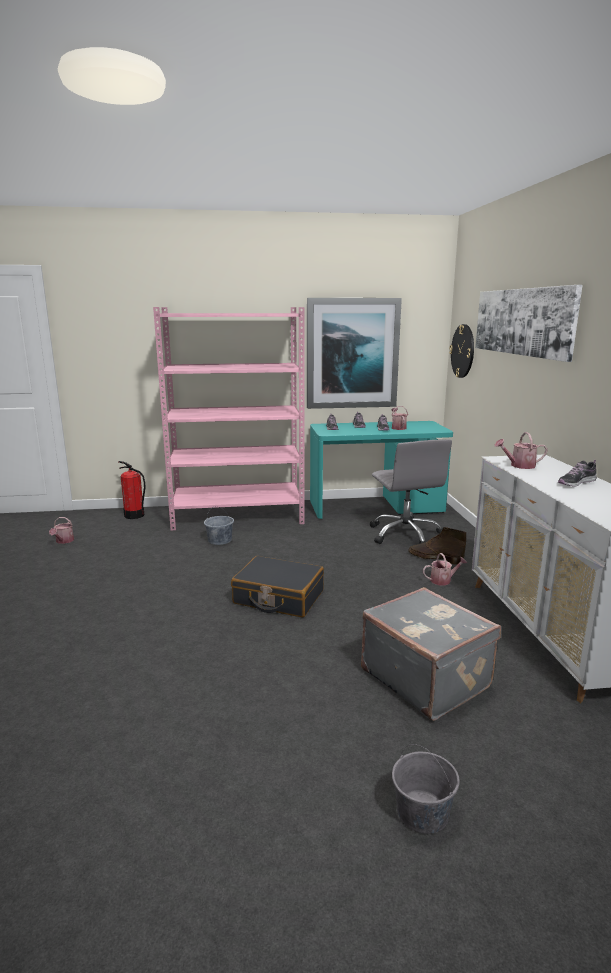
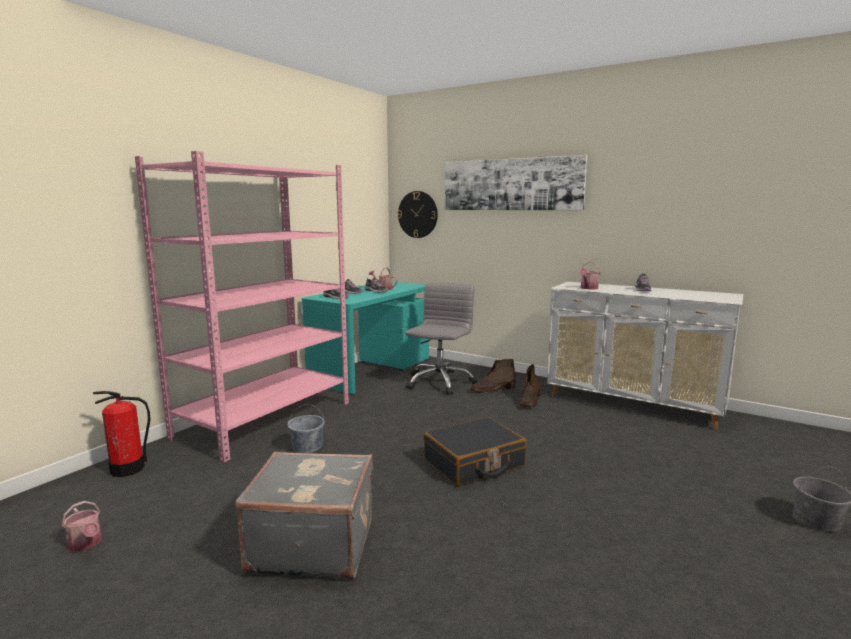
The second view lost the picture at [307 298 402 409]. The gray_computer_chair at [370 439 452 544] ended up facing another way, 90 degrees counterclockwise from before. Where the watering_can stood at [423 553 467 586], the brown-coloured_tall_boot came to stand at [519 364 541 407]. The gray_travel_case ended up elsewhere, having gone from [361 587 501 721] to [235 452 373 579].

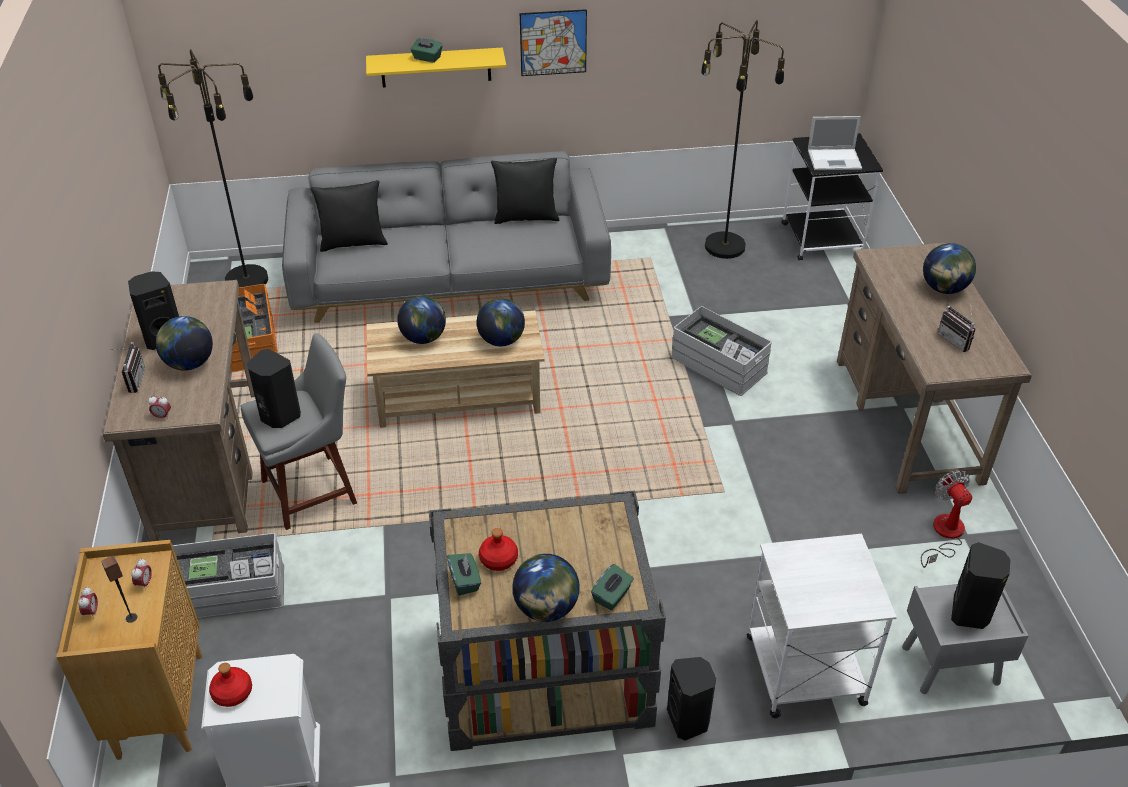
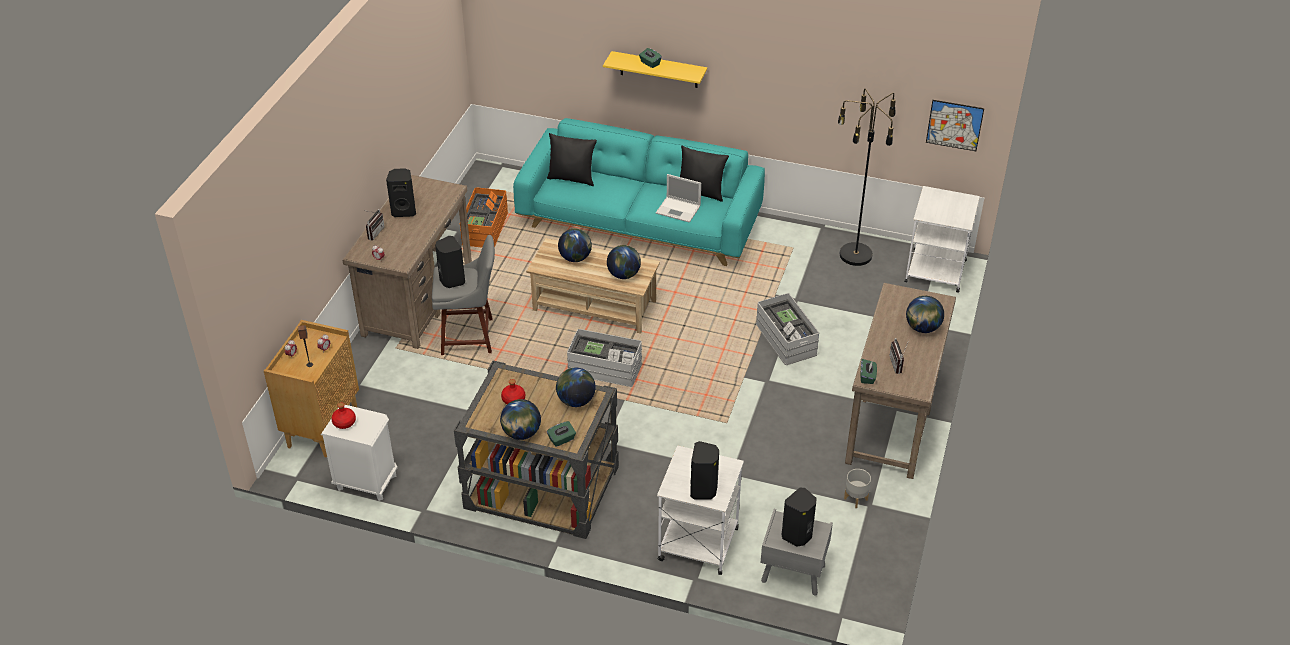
The picture ended up elsewhere, having gone from [520 9 587 76] to [926 100 984 151]. The second view lost the standing_lamp at [158 49 268 288]. The notebook_computer ended up elsewhere, having gone from [808 116 862 170] to [656 174 701 223]. What was the blackish_cart at [781 133 883 260] turned into the white_cart at [904 186 980 293]. What was the gray_couch at [282 151 611 323] turned into the turquoise_couch at [513 118 765 266]. The globe ended up elsewhere, having gone from [156 316 213 371] to [556 368 596 407]. Where the electric_fan stood at [921 470 972 568], the gray_plant_pot came to stand at [844 469 871 508]. The gray_storage_bin ended up elsewhere, having gone from [172 533 284 619] to [567 329 642 387]. The green-coloured_tissue_box ended up elsewhere, having gone from [447 553 481 595] to [861 359 877 384]. The blackish_speaker ended up elsewhere, having gone from [667 657 716 740] to [690 441 719 500].

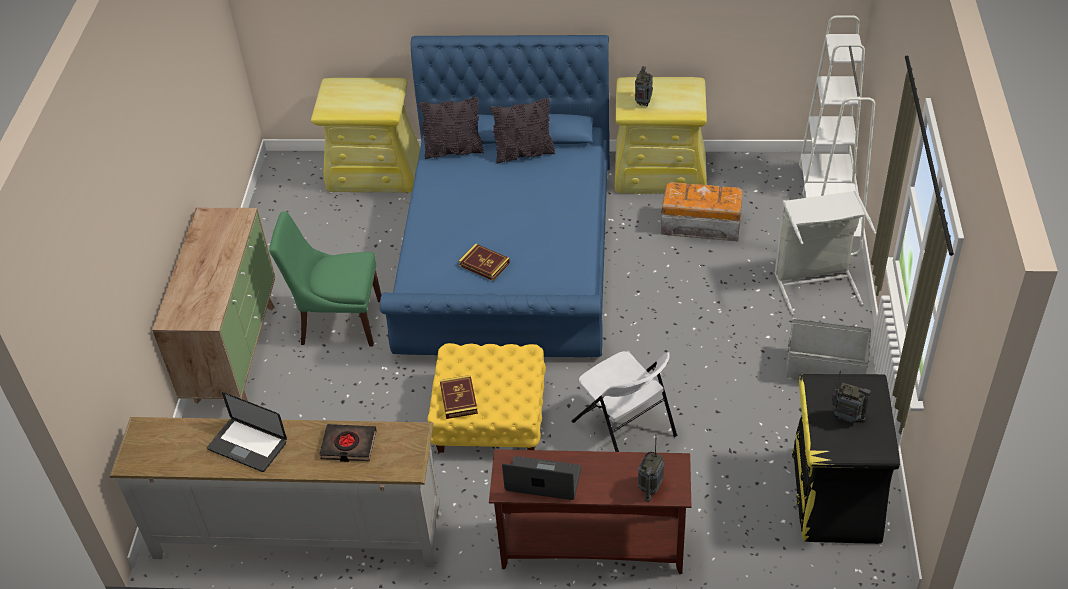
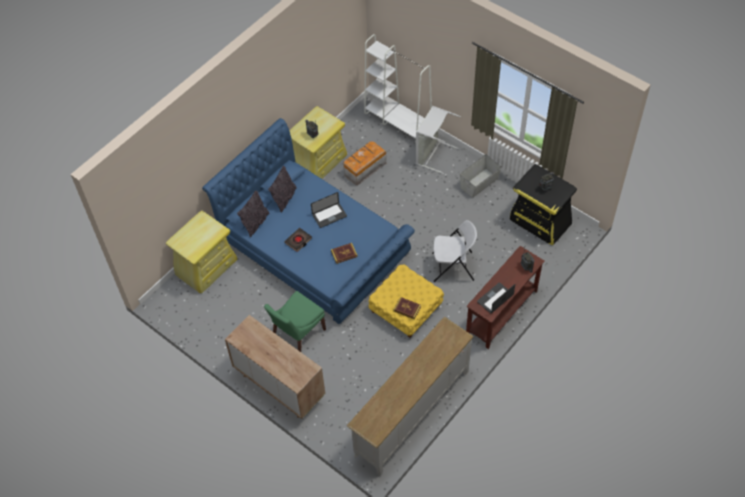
The notebook_computer ended up elsewhere, having gone from [207 392 287 472] to [311 192 347 228]. The blackish_bound_book ended up elsewhere, having gone from [319 424 377 462] to [284 228 312 252].

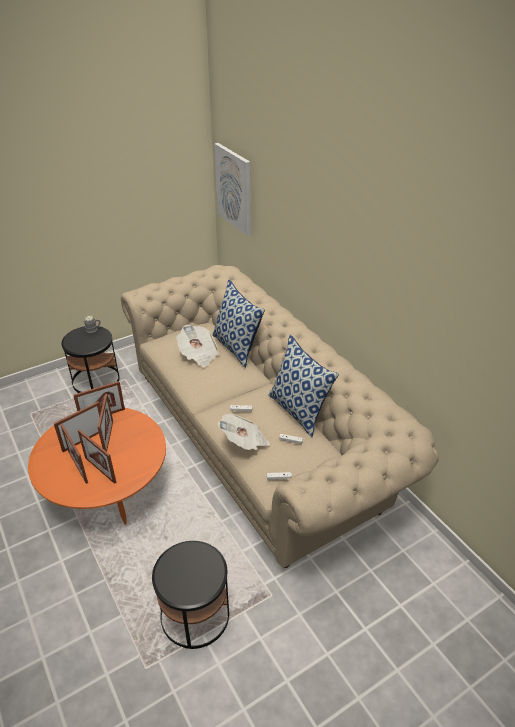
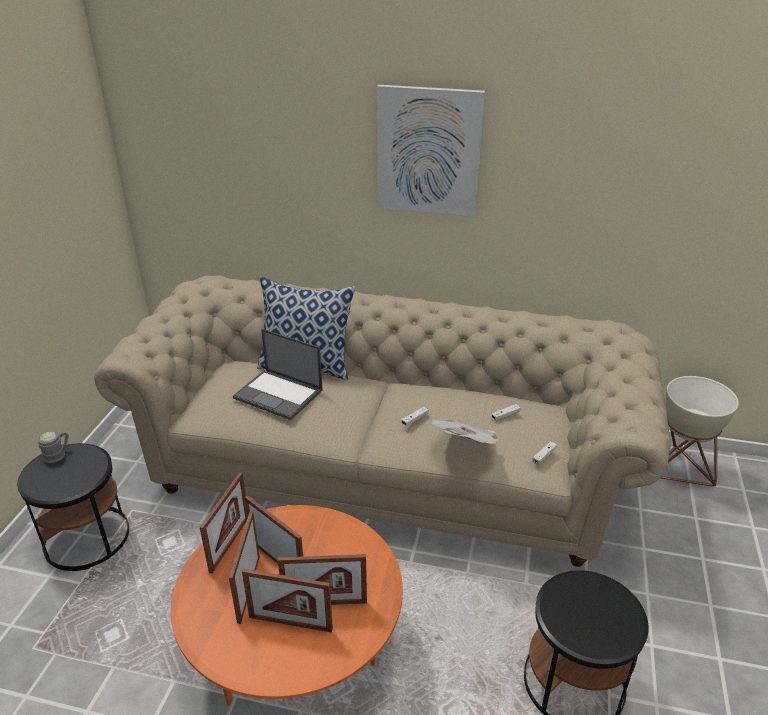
The picture ended up elsewhere, having gone from [214 143 251 236] to [377 85 485 216]. Where the printed_paper stood at [176 325 219 367], the notebook_computer came to stand at [233 329 323 420]. The second view lost the cushion at [269 335 339 437]. The second view gained the plant_pot at [661 376 739 486].

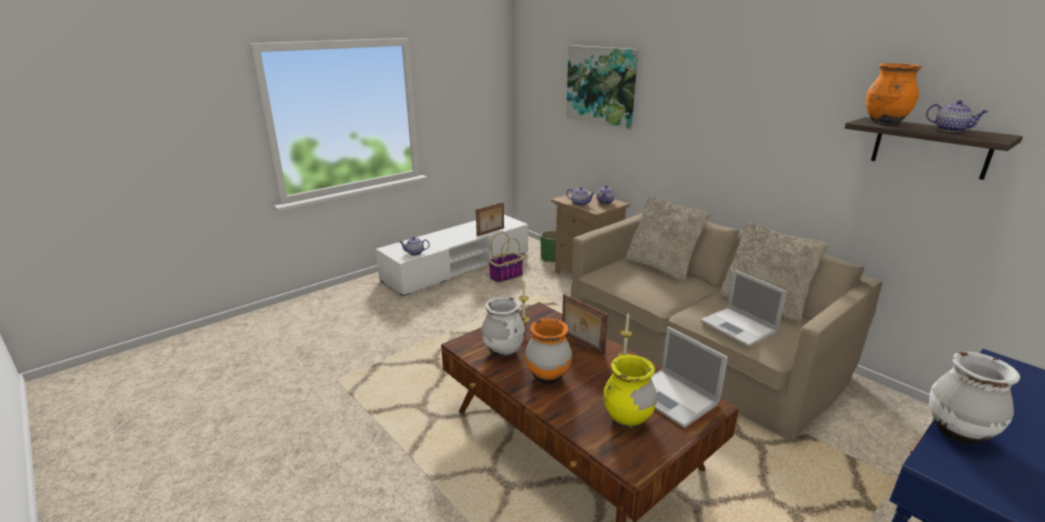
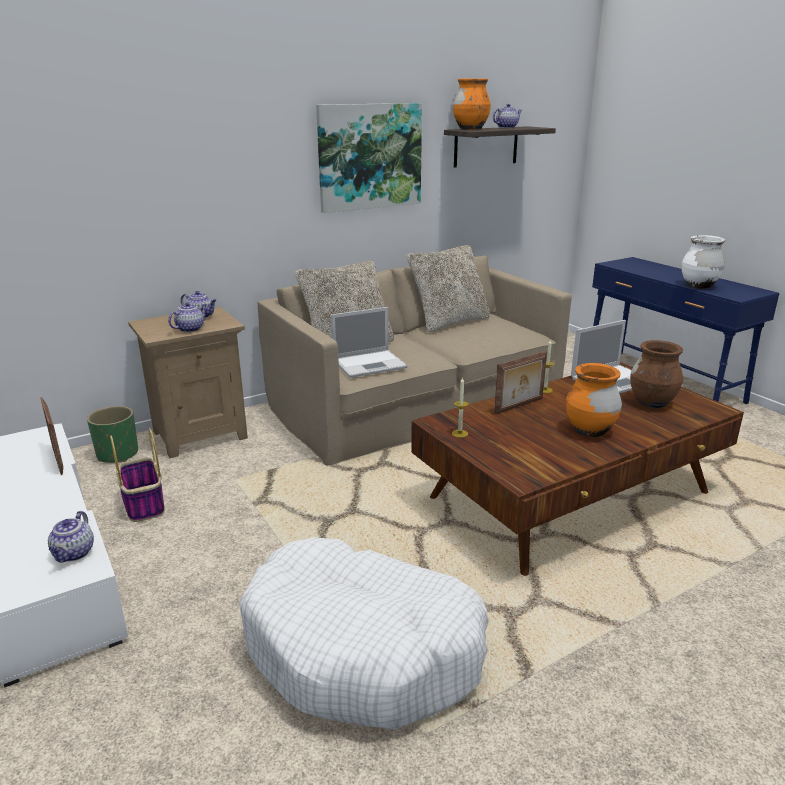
The picture ended up elsewhere, having gone from [566 45 638 130] to [316 103 422 213]. The notebook_computer ended up elsewhere, having gone from [700 270 787 347] to [331 307 408 378]. The second view lost the white_decorative_vase at [481 297 525 357]. What was the yellow-coloured_decorative_vase at [603 355 657 429] turned into the brown-coloured_decorative_vase at [630 340 683 408]. The second view gained the white_dog_bed at [239 537 489 730].

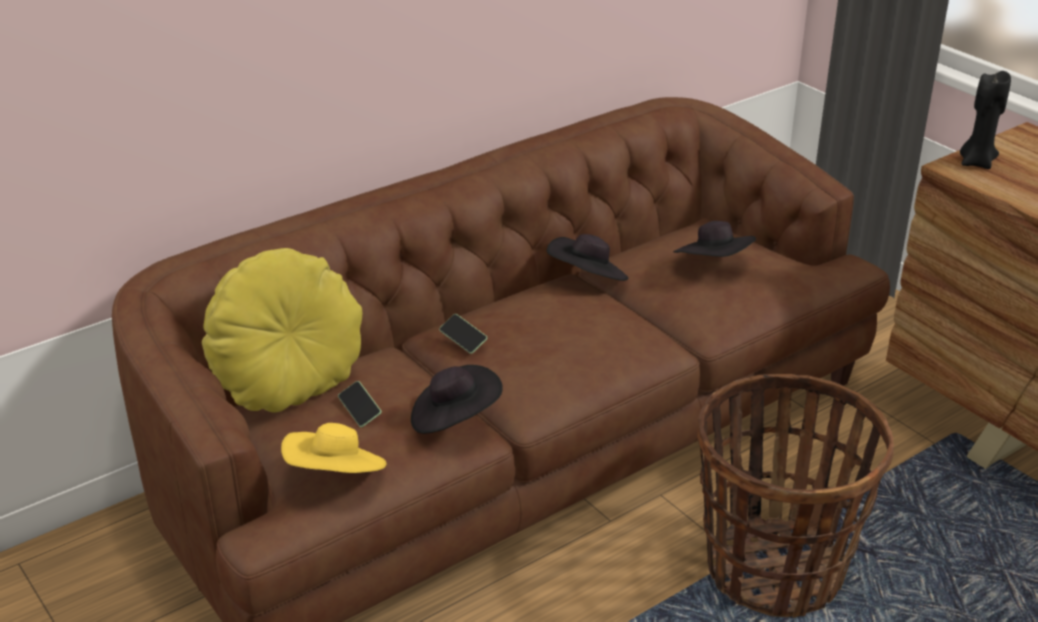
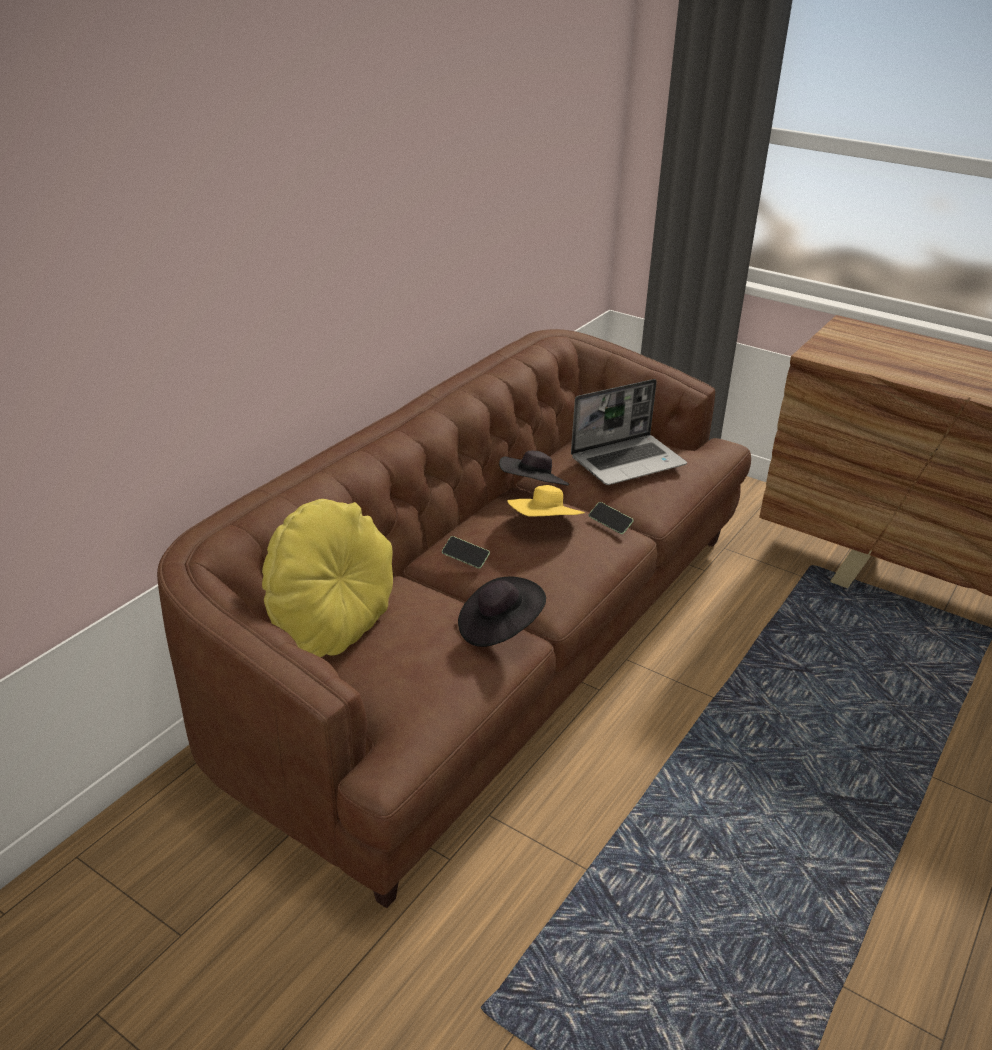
The second view lost the blackish_wax_candle at [960 71 1011 169]. Where the blackish_hat stood at [673 221 756 257], the notebook_computer came to stand at [571 379 687 485]. The second view lost the household_basket at [697 374 894 618]. The telephone ended up elsewhere, having gone from [338 381 381 427] to [588 502 634 534]. The yellow-coloured_hat ended up elsewhere, having gone from [281 423 386 473] to [507 485 585 517].

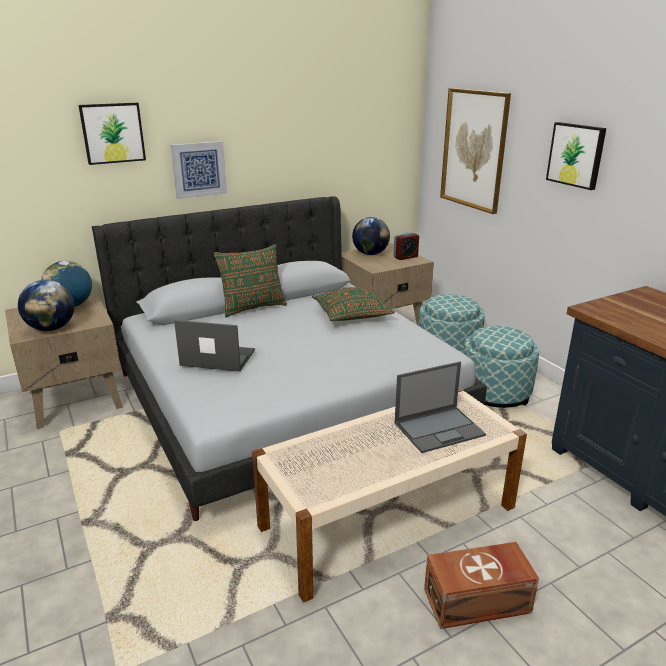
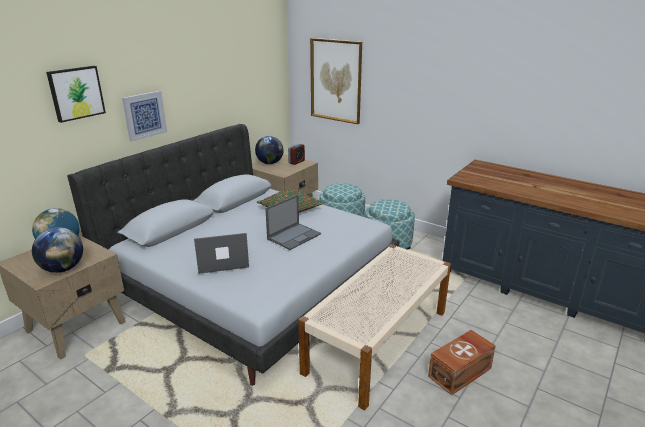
The second view lost the picture at [546 122 606 190]. The second view lost the green-coloured_cushion at [214 244 287 318]. The notebook_computer ended up elsewhere, having gone from [395 362 486 453] to [265 195 321 250].

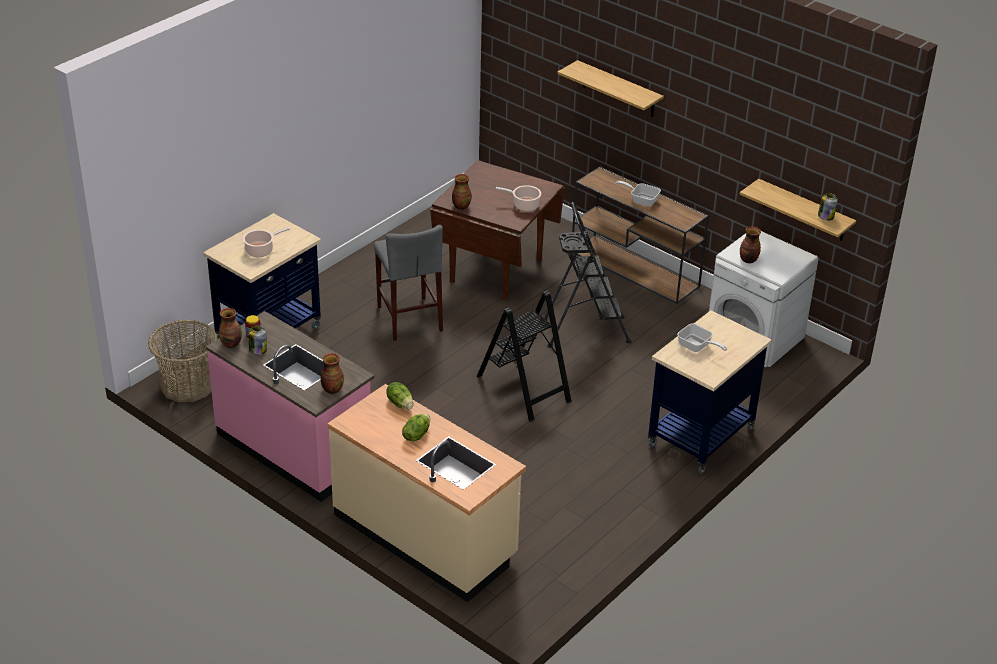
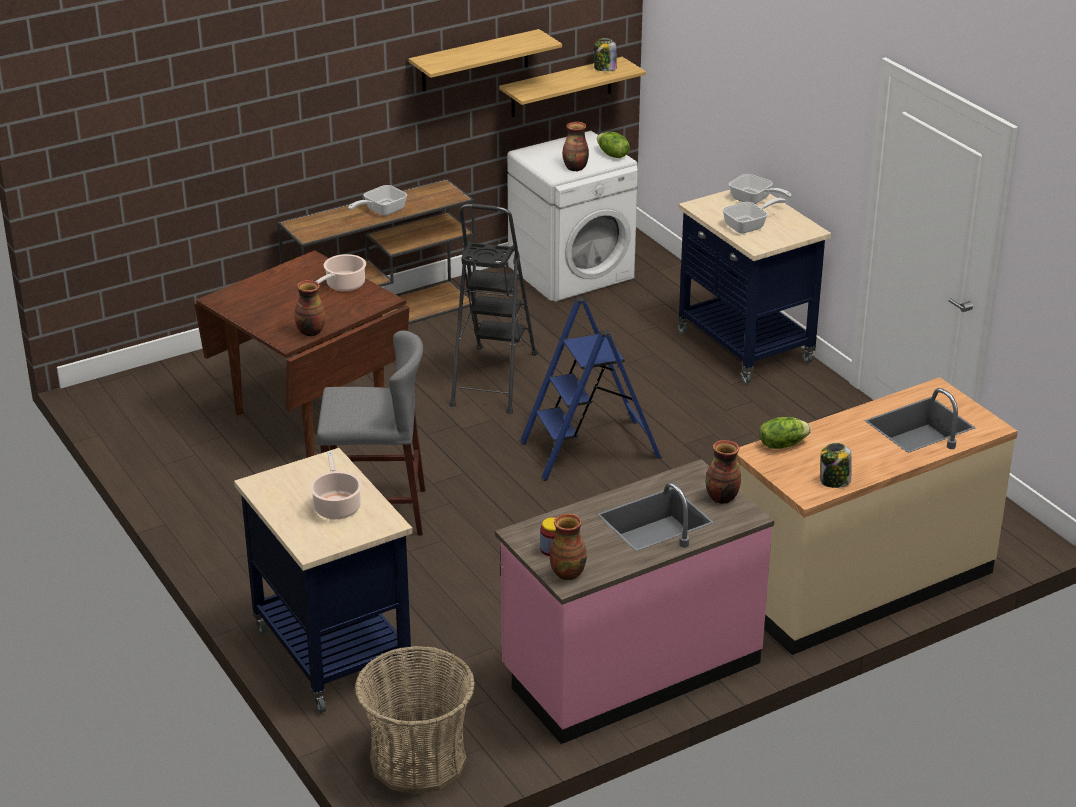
The shelf ended up elsewhere, having gone from [557 60 664 117] to [409 29 562 92]. What was the blackish_stepladder at [477 291 572 422] turned into the bluish_stepladder at [519 296 662 481]. The preserve_jar ended up elsewhere, having gone from [249 325 267 355] to [820 443 851 488]. The head_of_lettuce ended up elsewhere, having gone from [402 414 430 442] to [597 132 630 158]. The second view gained the frying_pan at [729 174 791 204].

